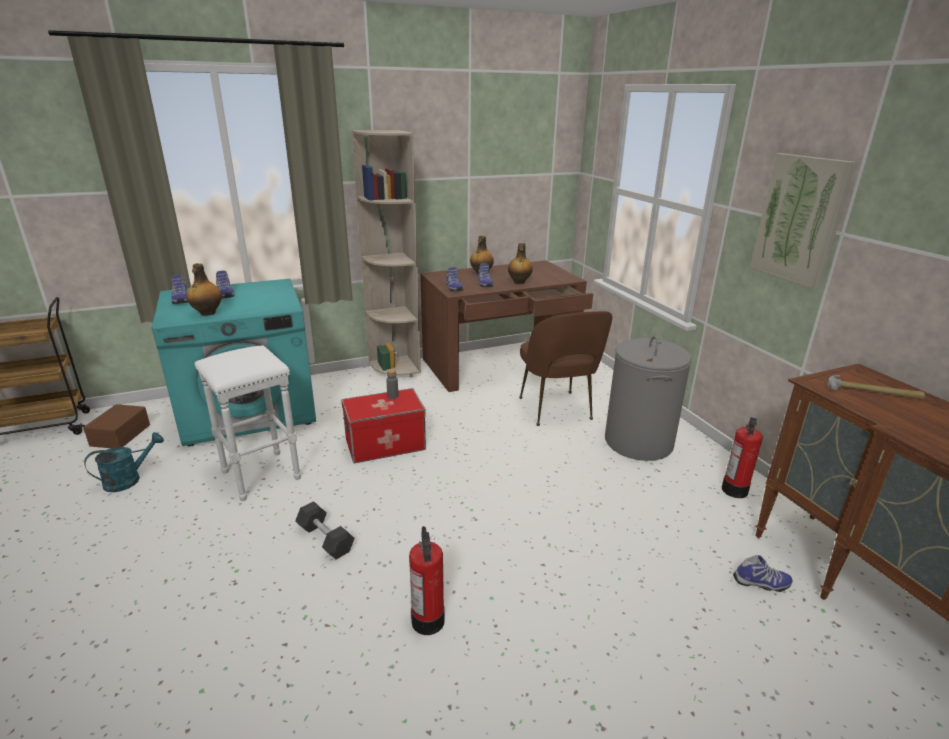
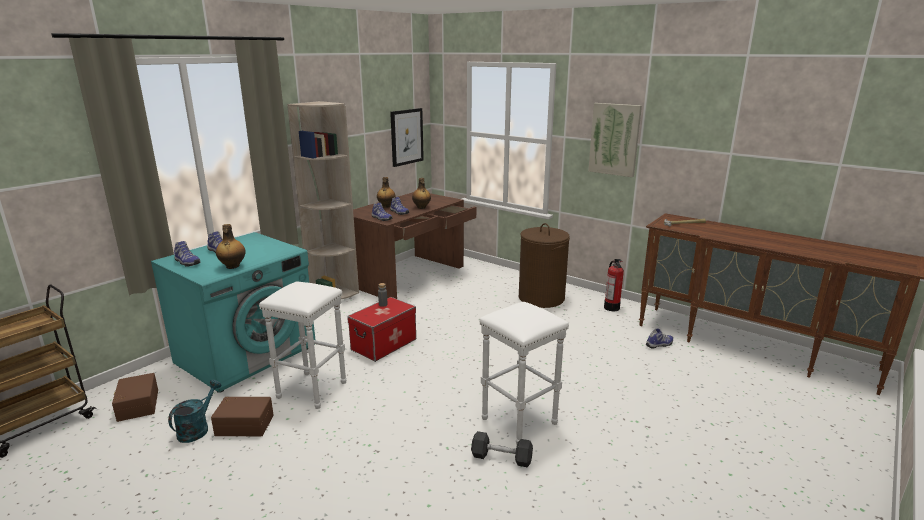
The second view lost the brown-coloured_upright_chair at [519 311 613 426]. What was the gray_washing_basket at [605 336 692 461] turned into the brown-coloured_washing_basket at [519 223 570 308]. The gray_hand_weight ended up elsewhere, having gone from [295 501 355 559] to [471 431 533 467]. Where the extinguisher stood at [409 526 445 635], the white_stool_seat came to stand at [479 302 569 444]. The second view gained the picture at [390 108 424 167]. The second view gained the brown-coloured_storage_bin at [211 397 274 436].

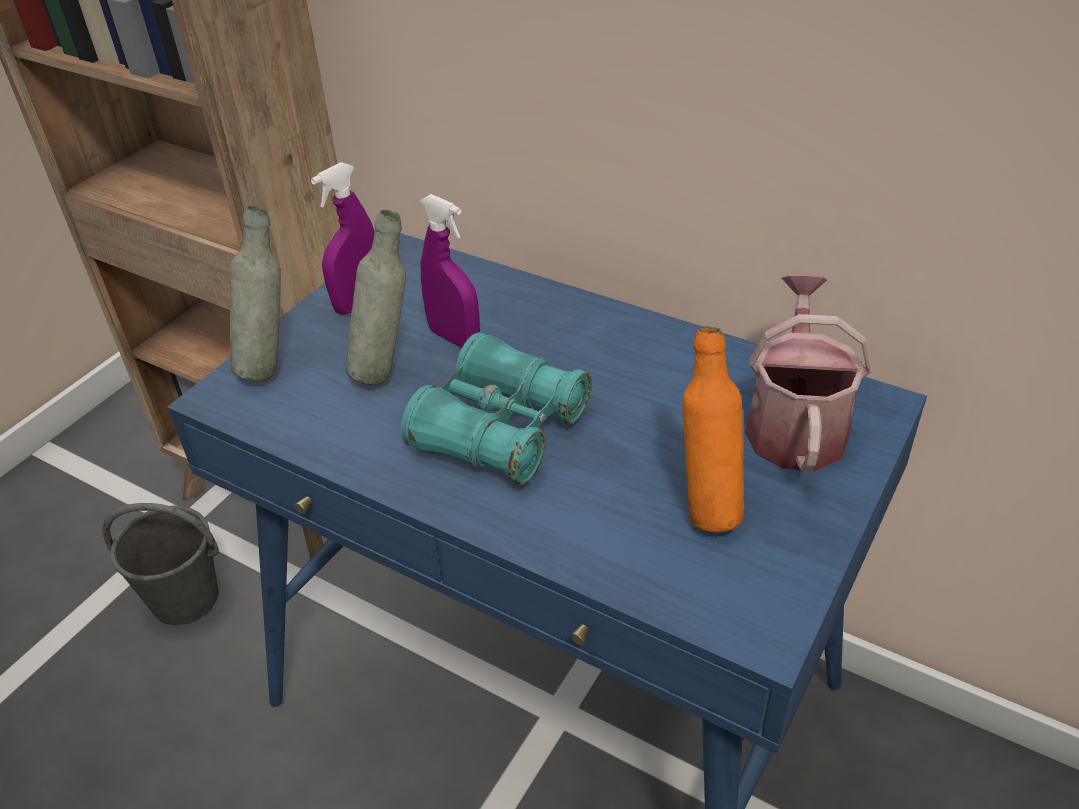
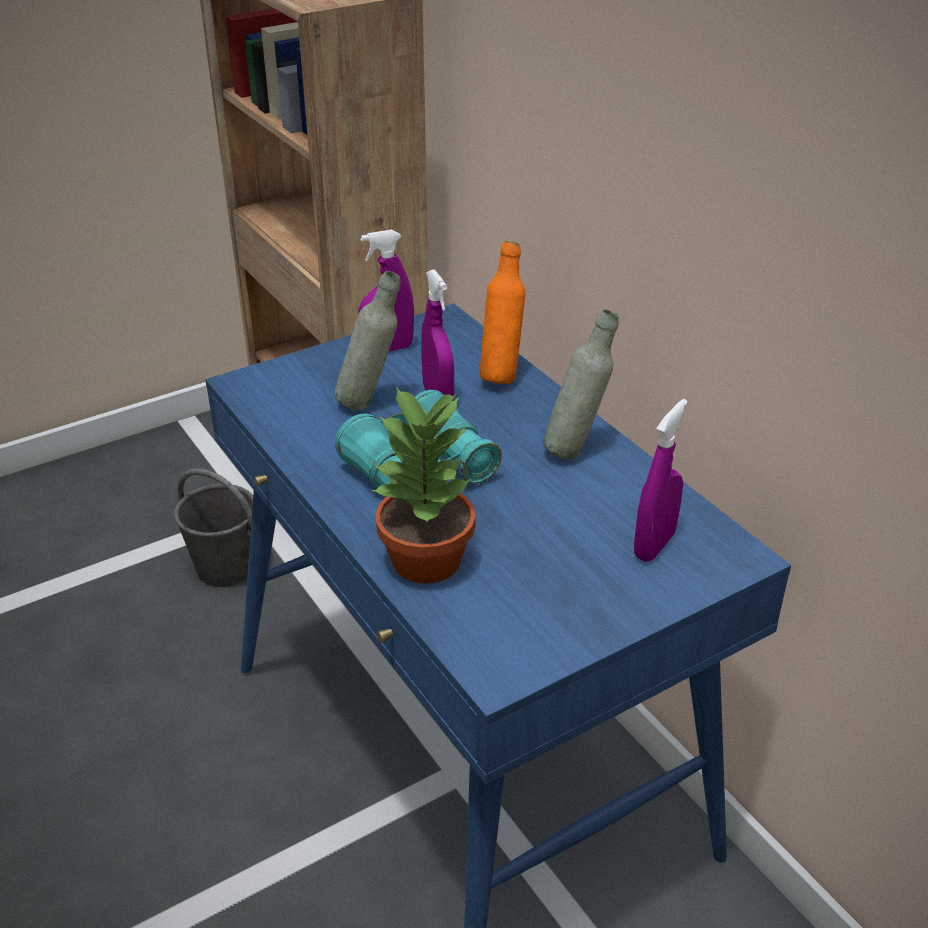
The gray_beverage_bottle ended up elsewhere, having gone from [230 206 281 381] to [543 309 619 460]. Where the watering_can stood at [745 274 871 473], the purplish_sprayer came to stand at [634 399 688 562]. The orange_beverage_bottle ended up elsewhere, having gone from [682 326 744 533] to [480 241 526 384]. The second view gained the plant_in_a_pot at [370 386 476 584].

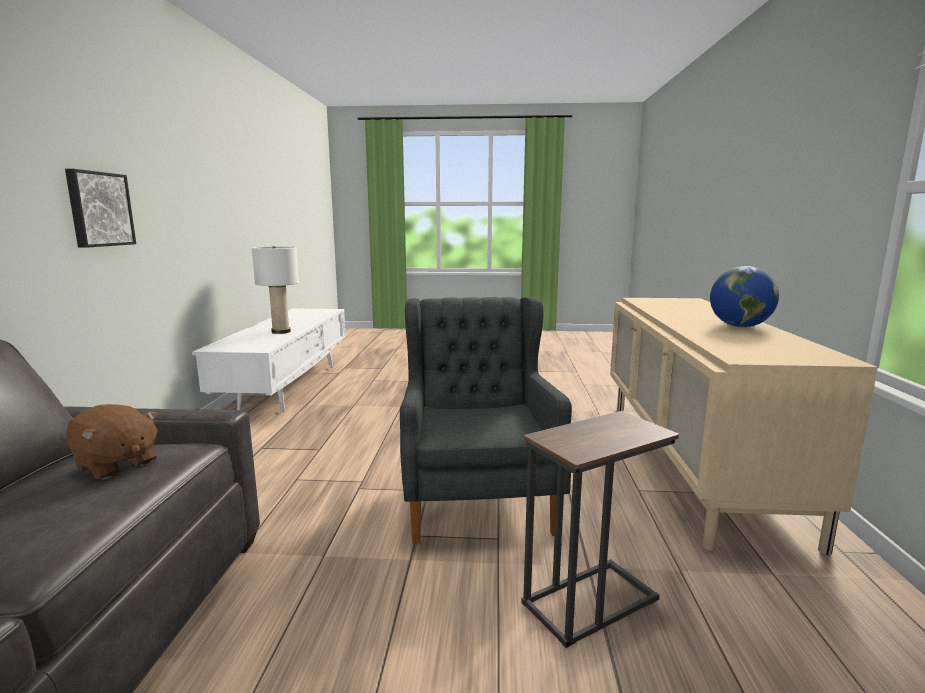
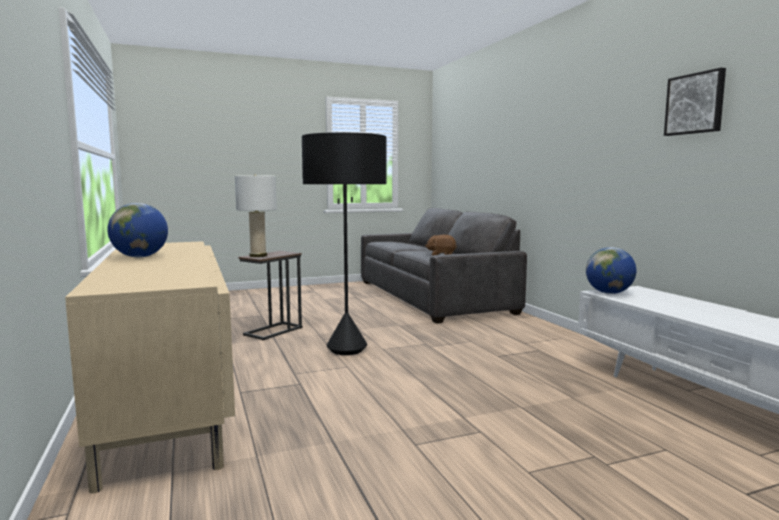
The picture ended up elsewhere, having gone from [65 169 136 248] to [664 68 726 136]. The white_lamp_for_a_table ended up elsewhere, having gone from [252 246 299 334] to [235 174 277 257]. Where the gray_armchair stood at [400 297 572 544], the blackish_standing_lamp came to stand at [302 132 387 355]. The second view gained the globe at [586 247 636 294].

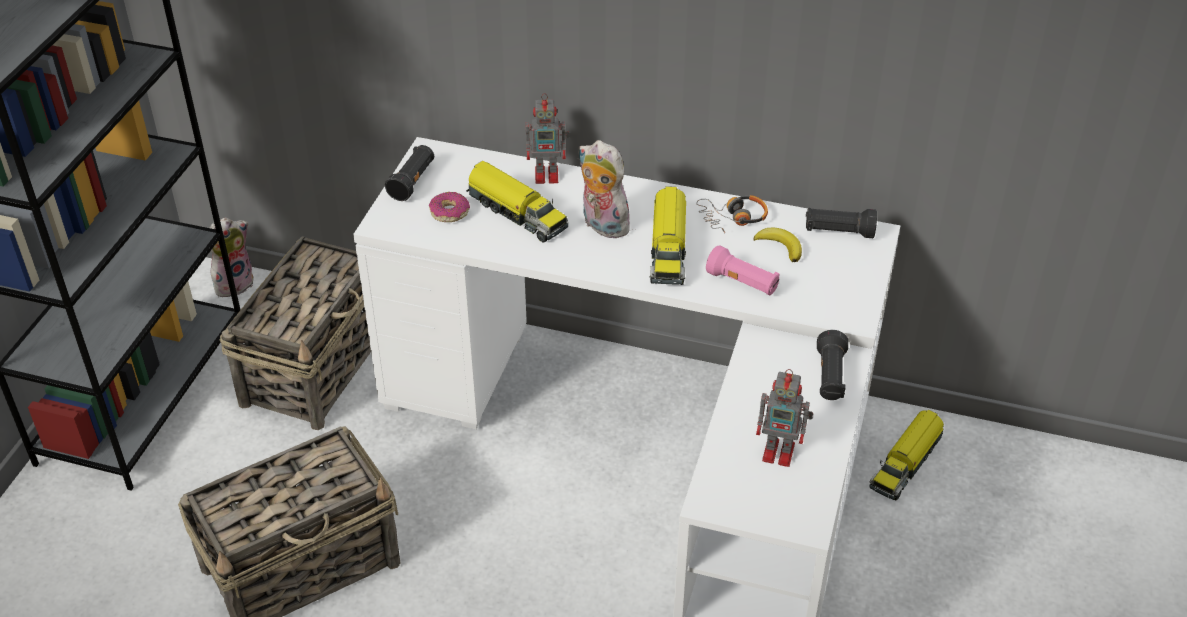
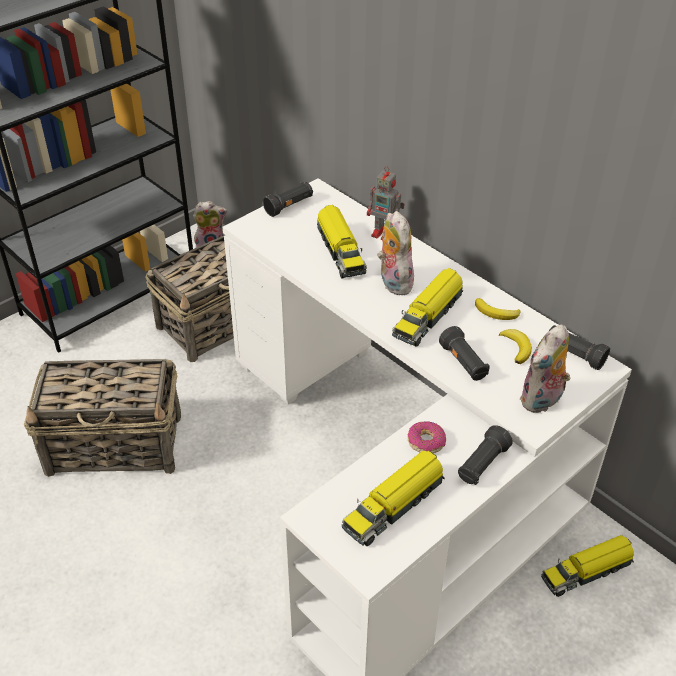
The ring_doughnut ended up elsewhere, having gone from [429 192 470 222] to [408 421 446 453]. Where the headphones stood at [697 195 768 233], the banana came to stand at [475 298 521 320]. What was the pinkish_torch at [706 245 780 295] turned into the blackish_torch at [439 326 490 381]. Where the toy_robot stood at [756 369 813 467], the toy_lorry came to stand at [342 451 445 546]. The second view gained the plush_toy at [520 324 570 414].

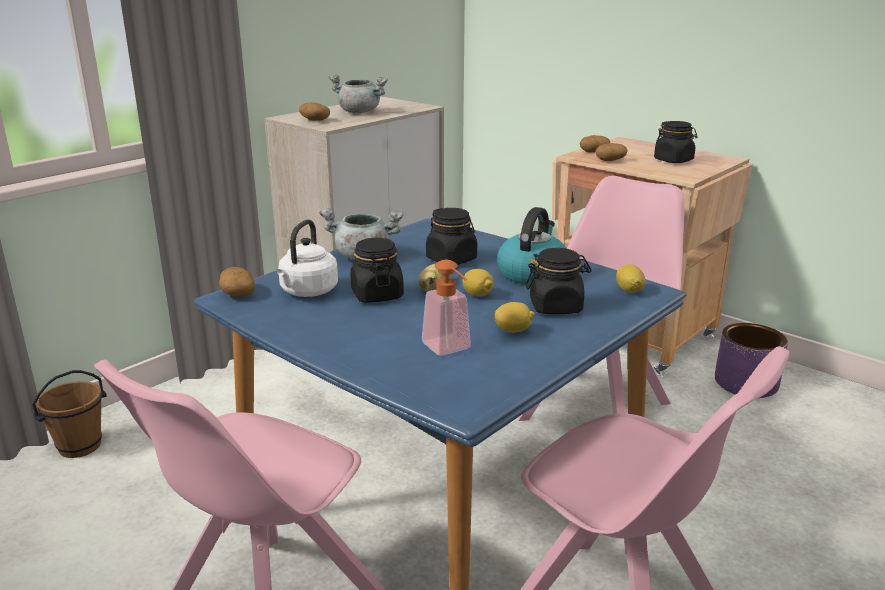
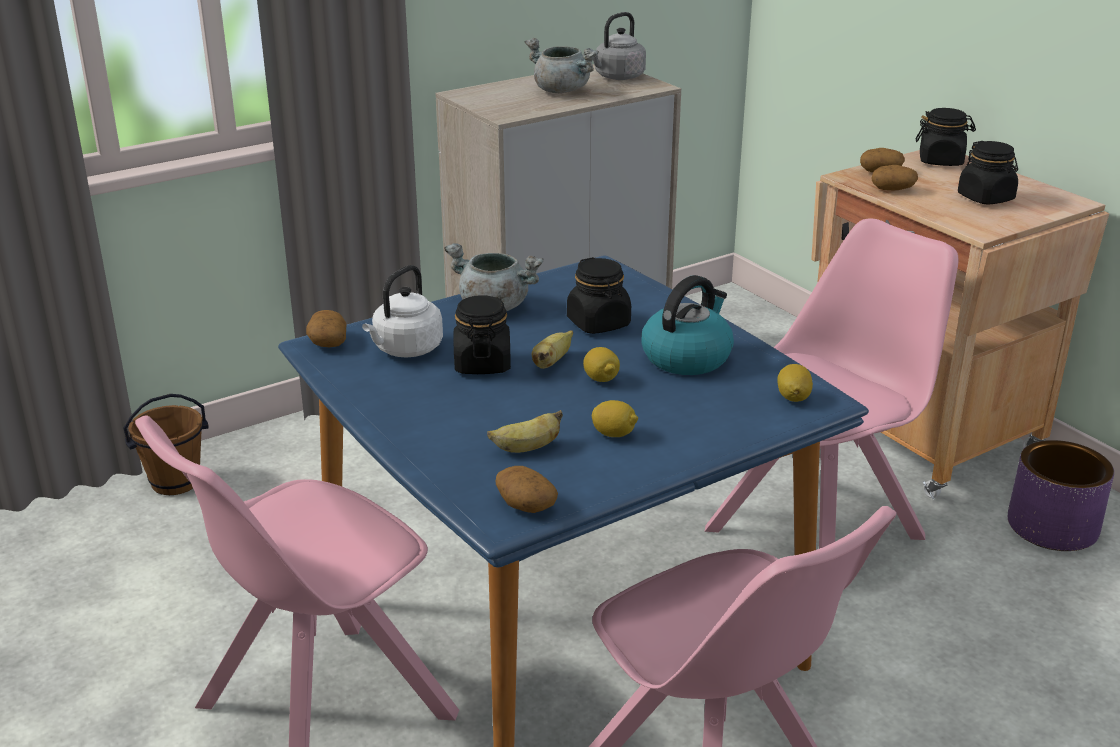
The spud ended up elsewhere, having gone from [299 102 330 121] to [496 466 558 513]. The blackish_preserve_jar ended up elsewhere, having gone from [526 248 592 314] to [916 108 976 166]. Where the liquid_soap_bottle stood at [422 260 471 356], the banana came to stand at [487 410 563 453]. The second view gained the gray_water_kettle at [590 12 646 80].

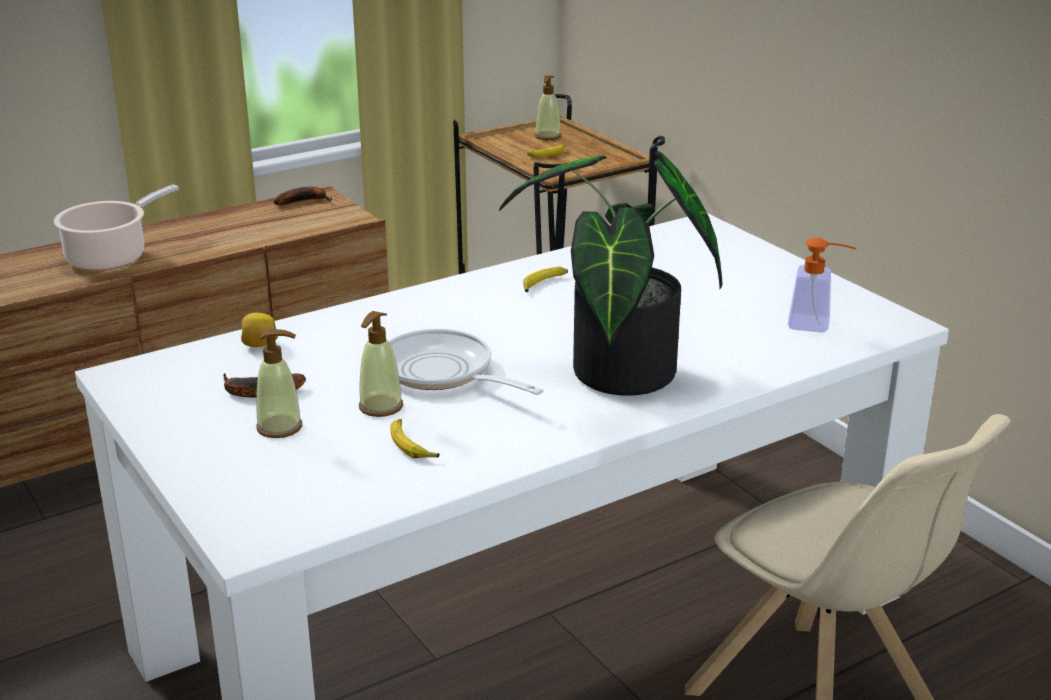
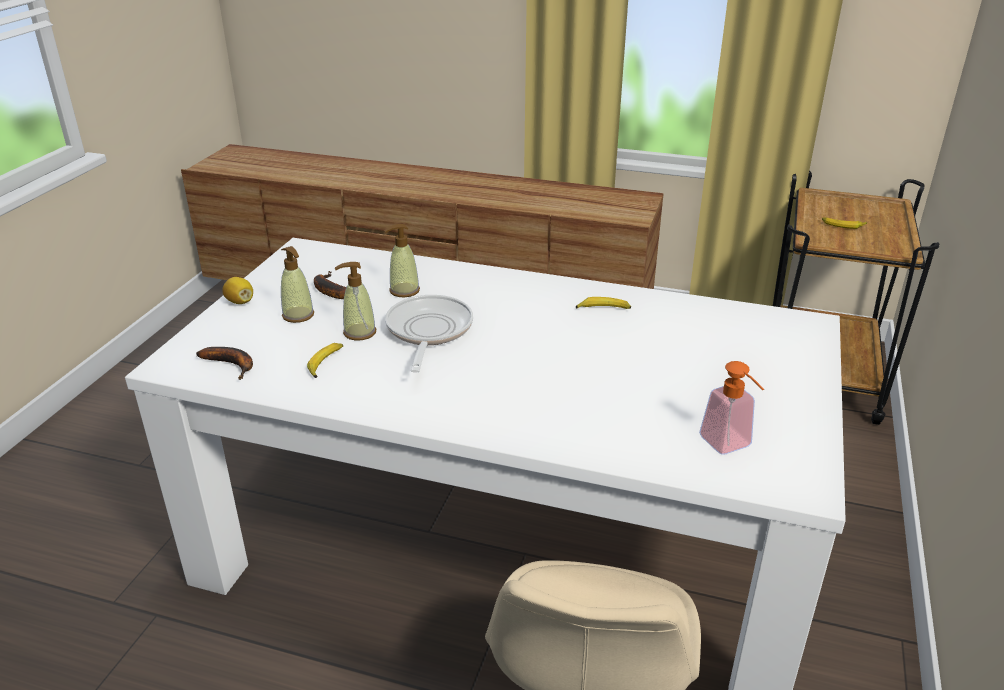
The liquid_soap_bottle ended up elsewhere, having gone from [535 75 561 140] to [384 224 420 297]. The second view lost the plant_in_a_pot at [499 151 723 396]. The second view lost the stockpot at [54 185 179 271]. The banana ended up elsewhere, having gone from [274 187 332 205] to [196 347 253 380]. The citrus_fruit ended up elsewhere, having gone from [241 313 278 347] to [222 277 253 304].

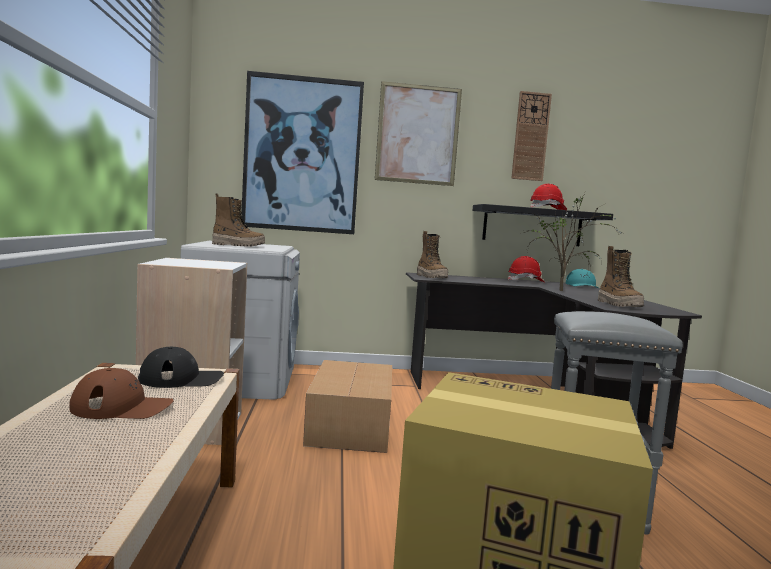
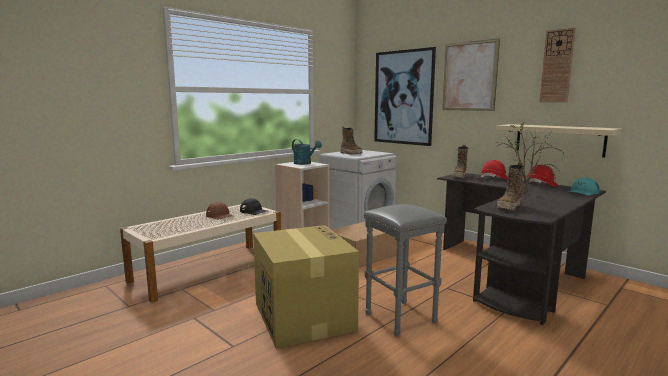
The red-coloured_safety_helmet ended up elsewhere, having gone from [530 184 567 210] to [481 160 508 180]. What was the blackish_shelf at [473 204 613 246] turned into the beige-coloured_shelf at [496 124 622 158]. The second view gained the turquoise_watering_can at [292 139 322 165].

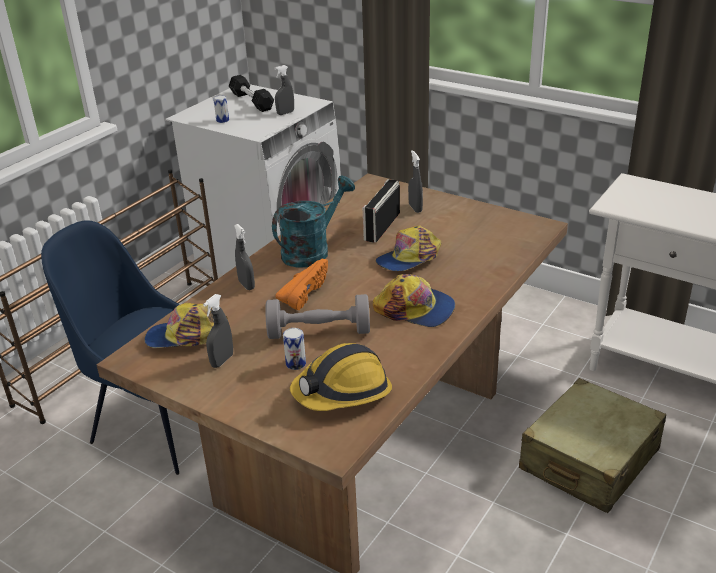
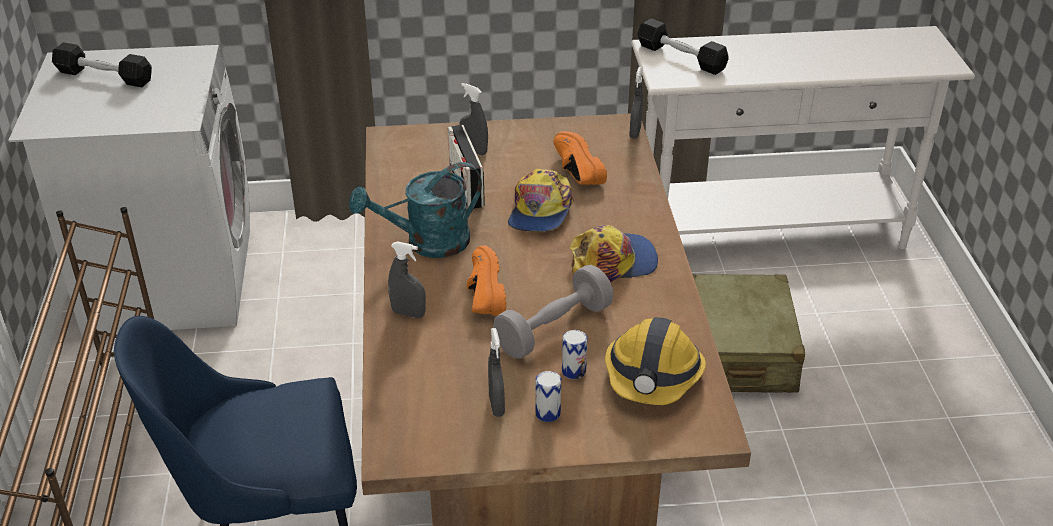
The gray_sprayer ended up elsewhere, having gone from [274 65 294 115] to [629 67 643 139]. The sealed_can ended up elsewhere, having gone from [213 95 229 123] to [535 371 561 422]. The turquoise_watering_can at [272 176 355 268] ended up facing another way, 120 degrees counterclockwise from before. The second view lost the baseball_cap at [144 303 228 348]. The second view gained the blackish_hand_weight at [637 19 729 75]. The second view gained the orange_item_of_footwear at [554 131 607 185].

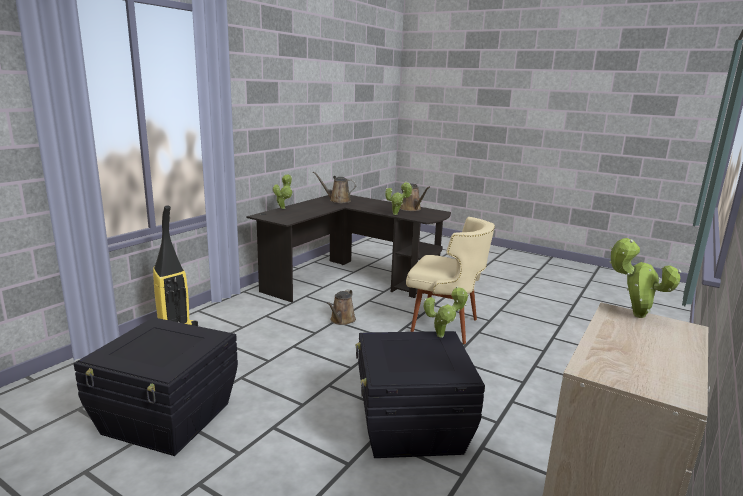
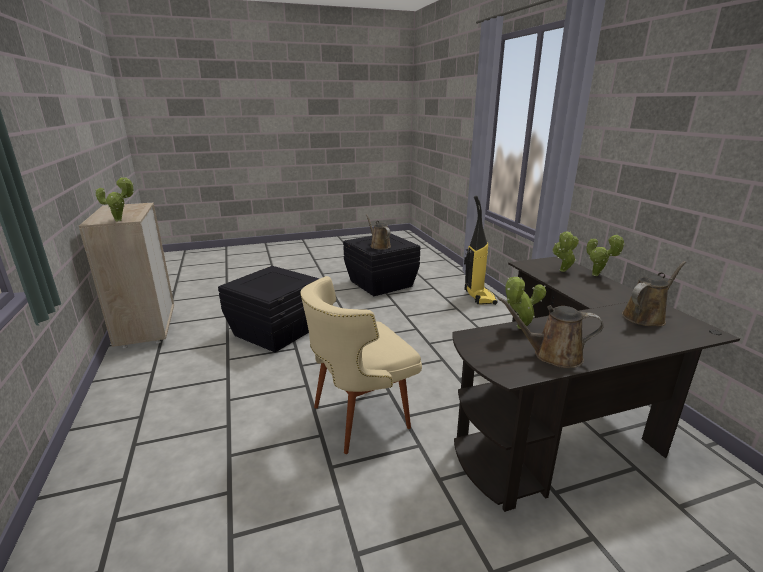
The plant_in_a_pot ended up elsewhere, having gone from [424 286 469 338] to [552 231 579 272]. The brown-coloured_watering_can ended up elsewhere, having gone from [327 289 356 325] to [366 214 391 250].

